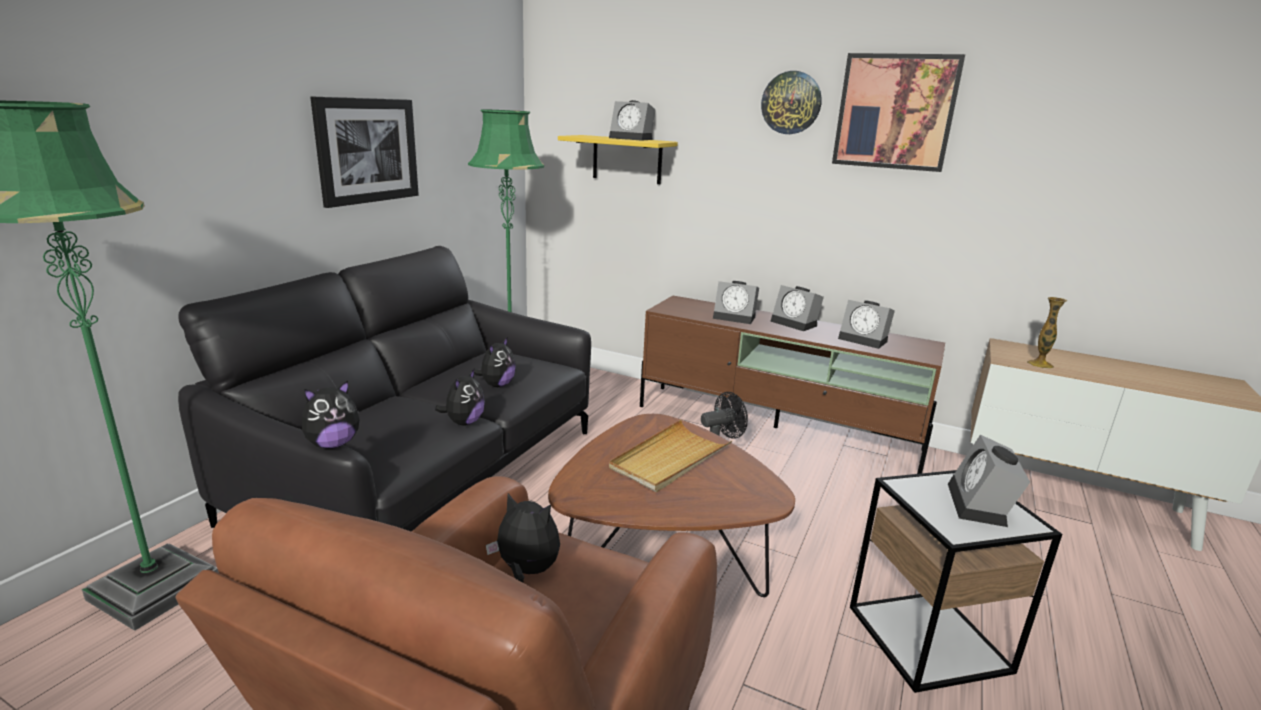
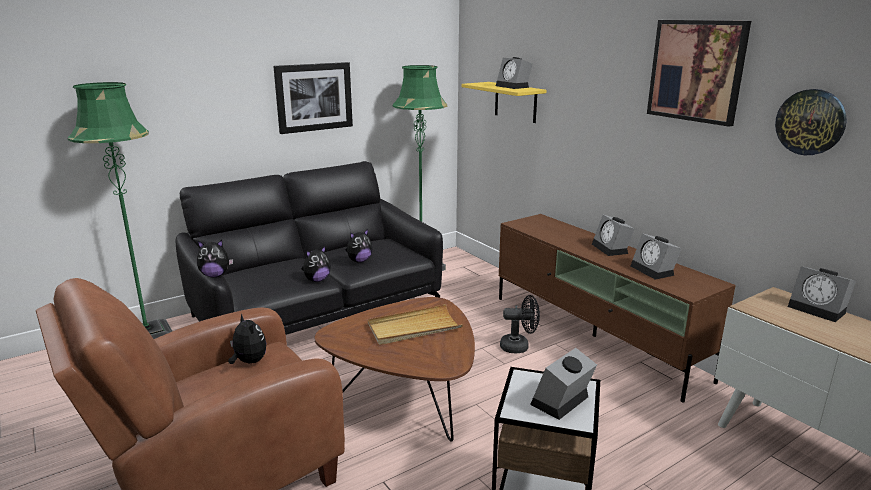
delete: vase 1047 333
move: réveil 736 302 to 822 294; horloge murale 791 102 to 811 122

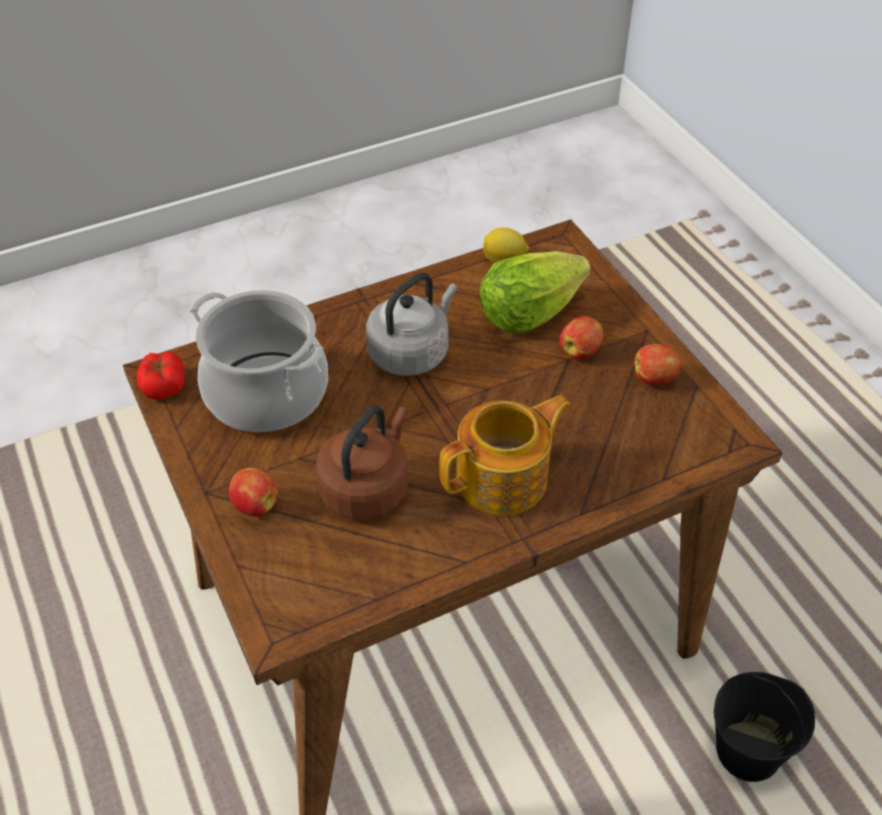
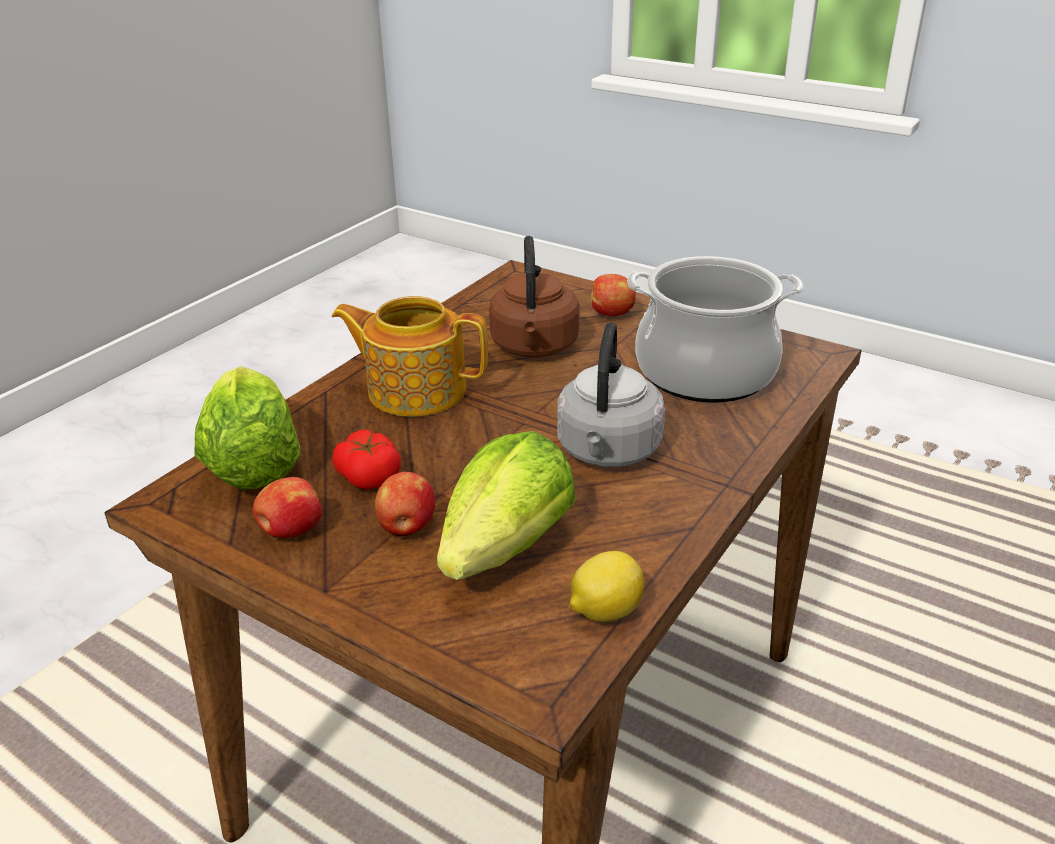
delete: seau [noir] 764 727
insert: laitue 247 427
move: tomate 161 376 to 366 459
rotate: théière 504 455 = 409 356 75 degrees clockwise

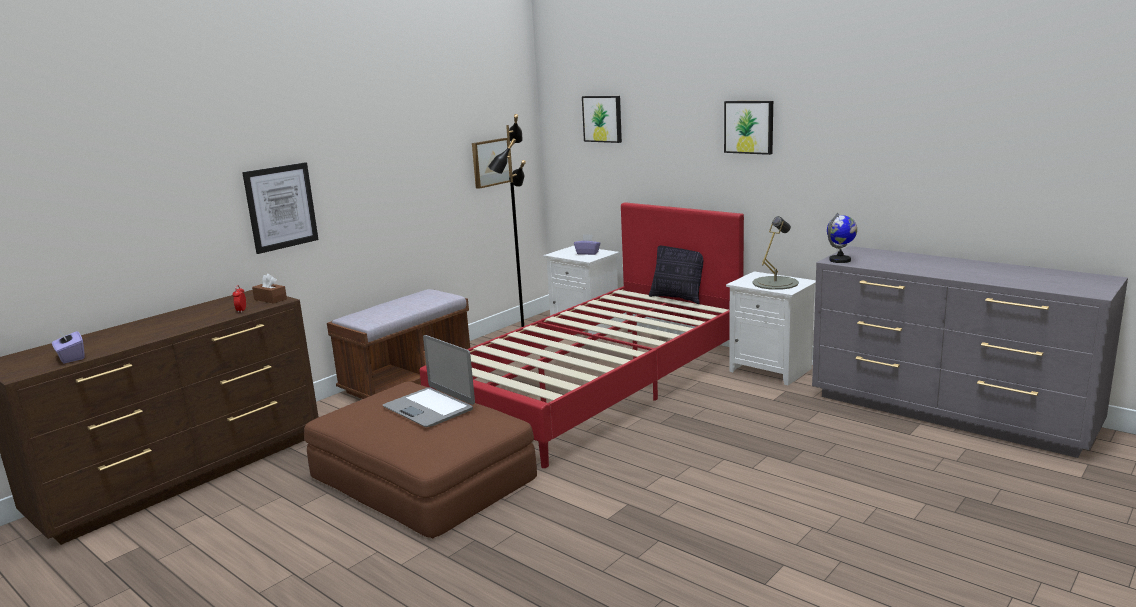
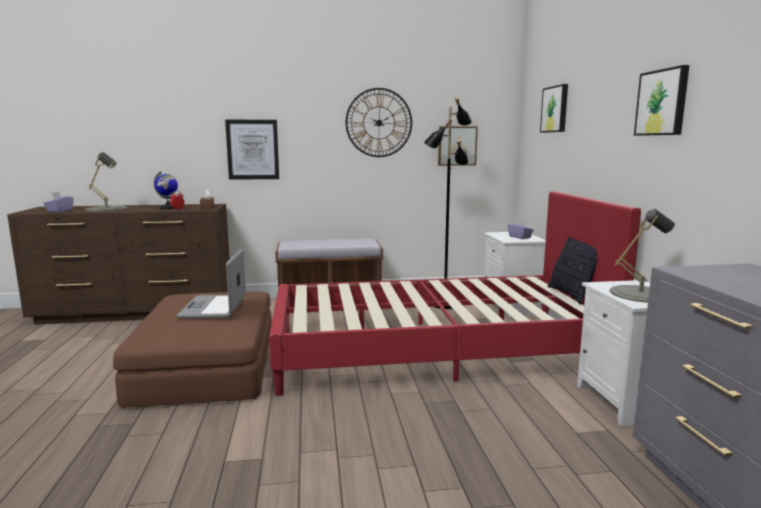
insert: lampe de table [gris] 106 182; horloge murale 379 122
move: globe 842 238 to 166 190

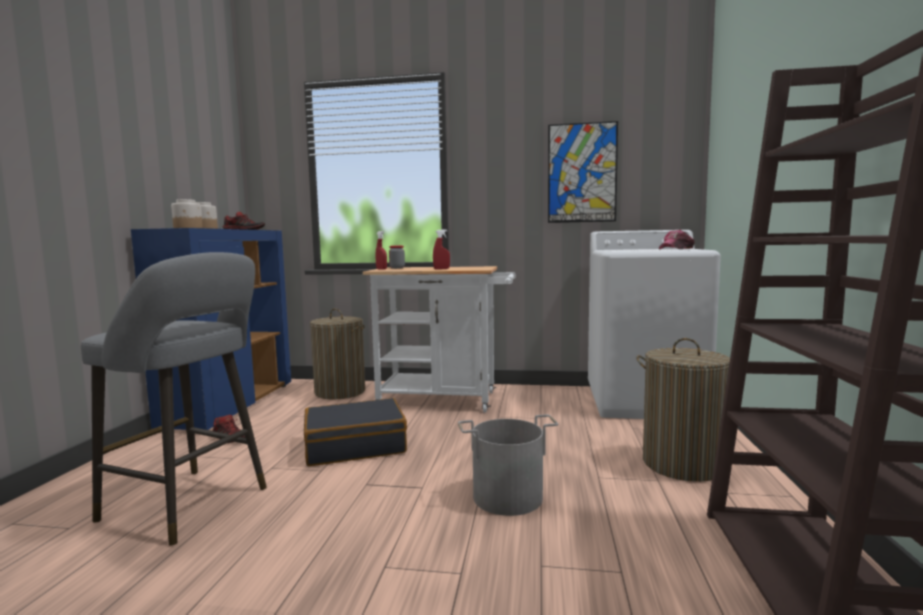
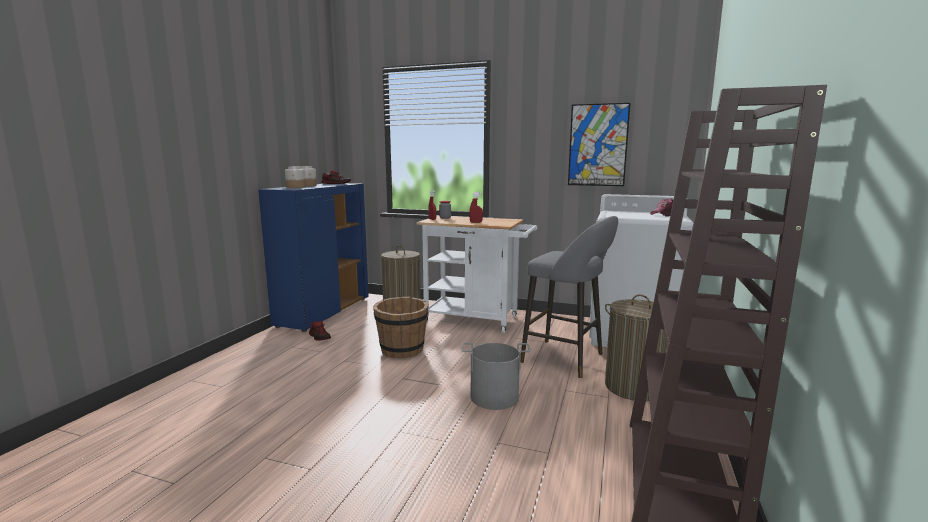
move: tabouret [gris] 174 399 to 569 297
replace: valise [noir] 355 432 to seau [marron] 401 327

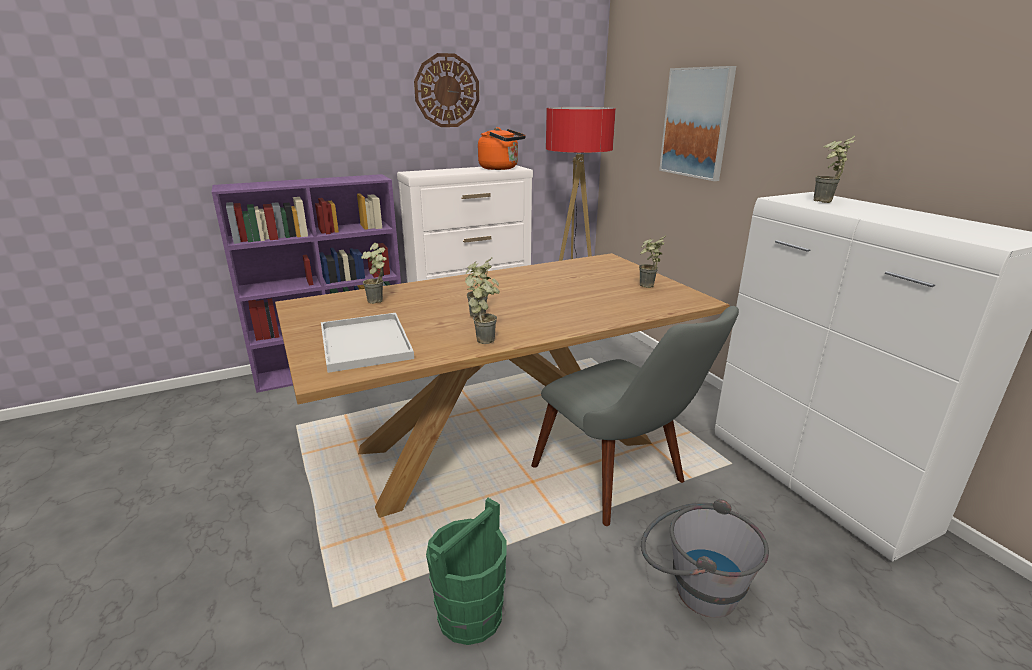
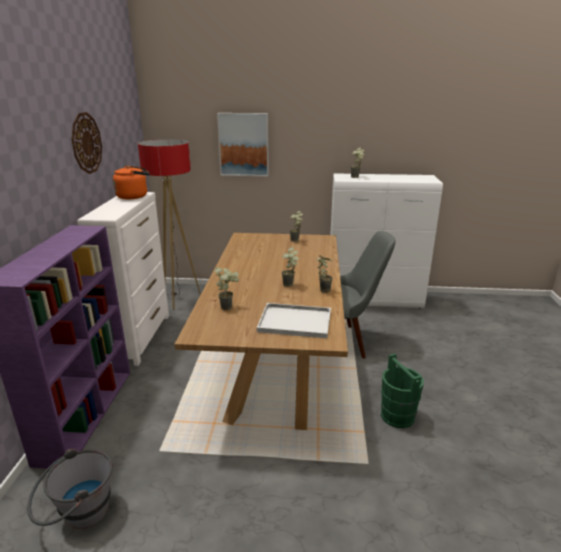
move: seau [gris] 705 558 to 70 489

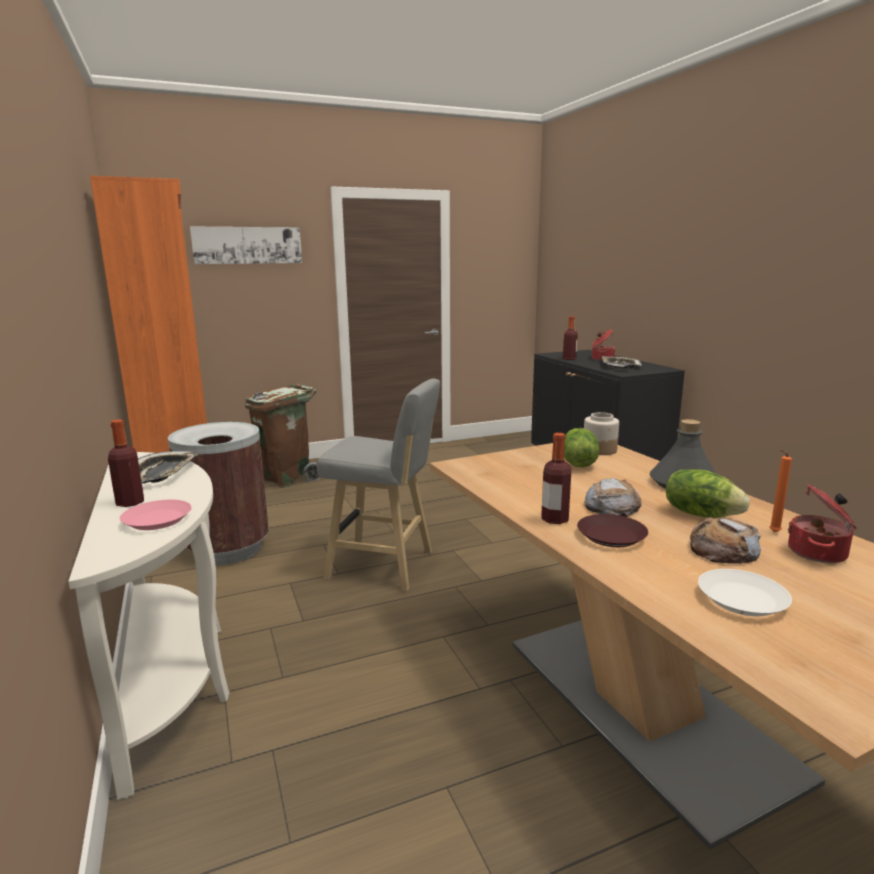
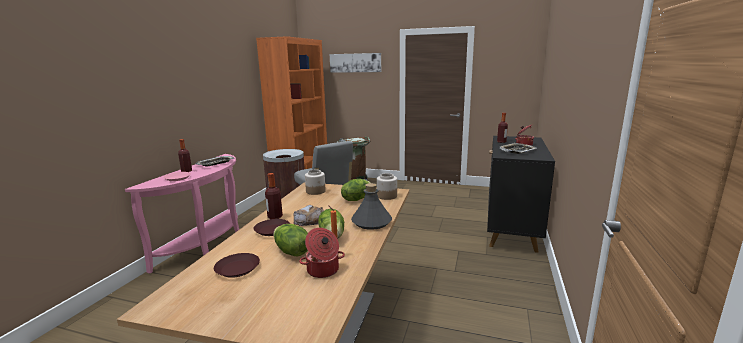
insert: bocal 315 182
replace: pain 725 540 to laitue 290 240
recolor: table console [blanc] 148 626 to table console [rose] 182 214; assiette [blanc] 745 592 to assiette [marron] 237 265

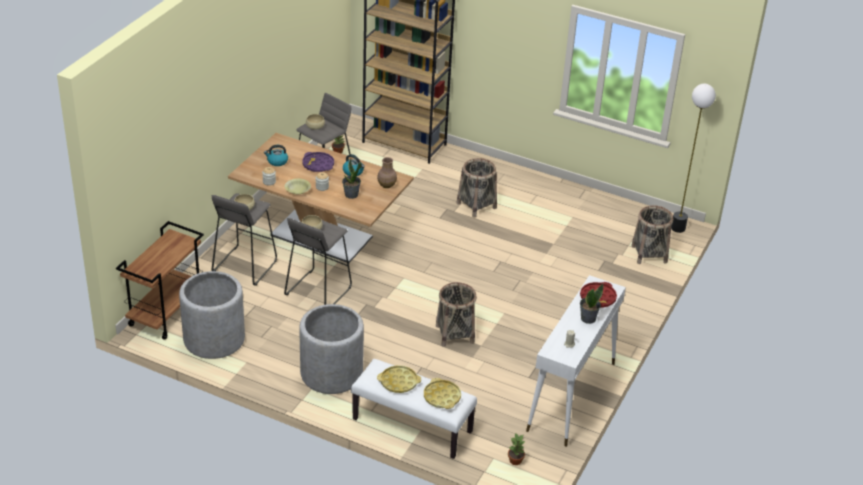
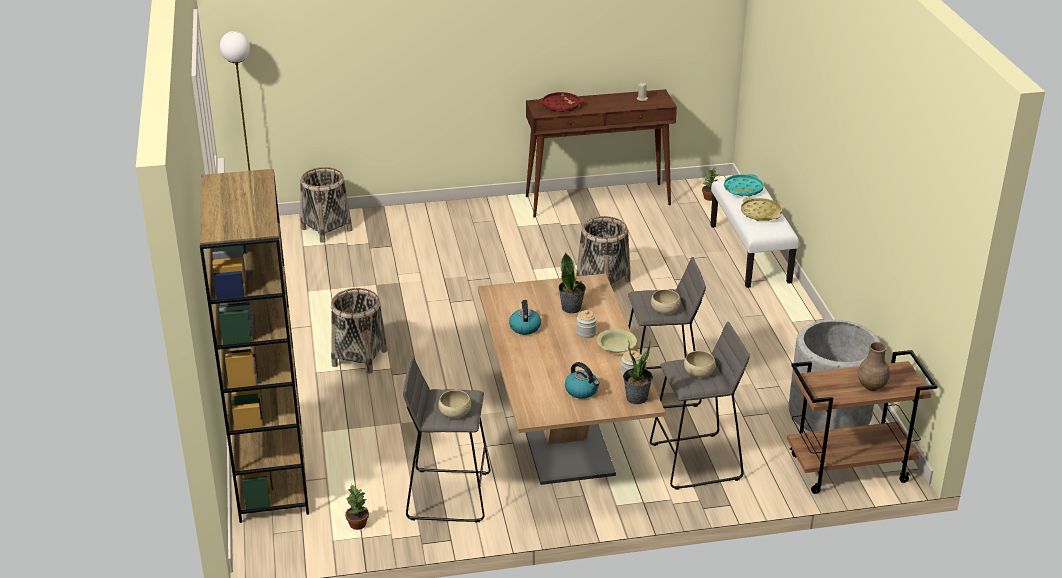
delete: cache-pot [gris] 331 349; plateau [violet] 318 162
move: vase [marron] 387 172 to 874 366; plante en pot 591 304 to 638 373
recolor: plateau [jaune] 442 393 to plateau [turquoise] 744 185; table console [blanc] 576 361 to table console [marron] 601 153

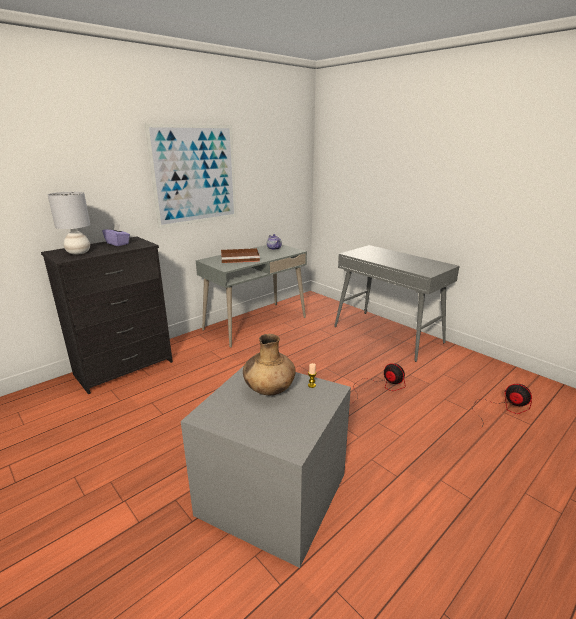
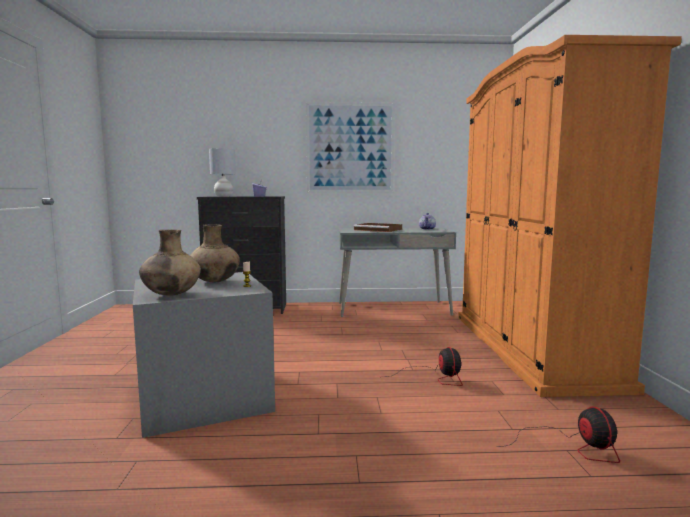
insert: vase [marron] 170 263
replace: table console [gris] 397 303 to armoire [orange] 570 216

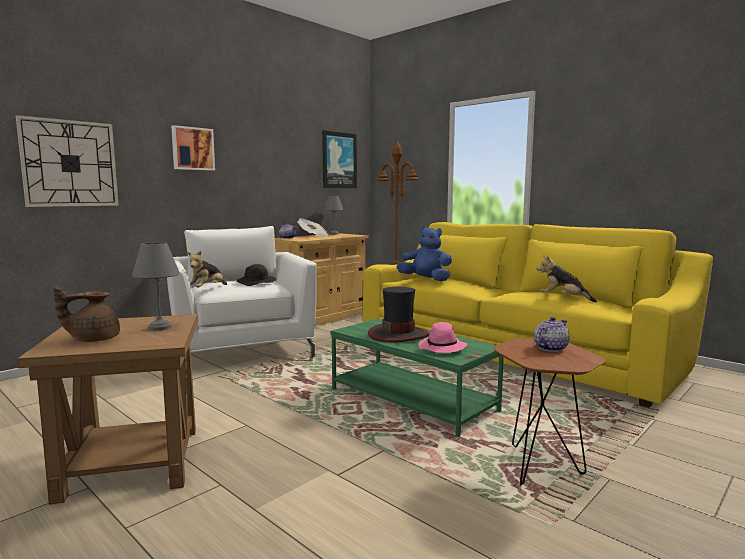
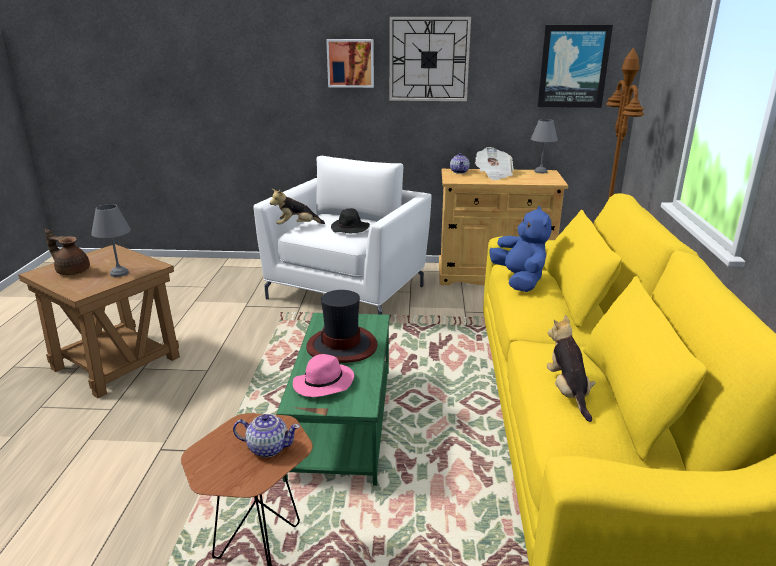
move: horloge murale 67 161 to 430 59

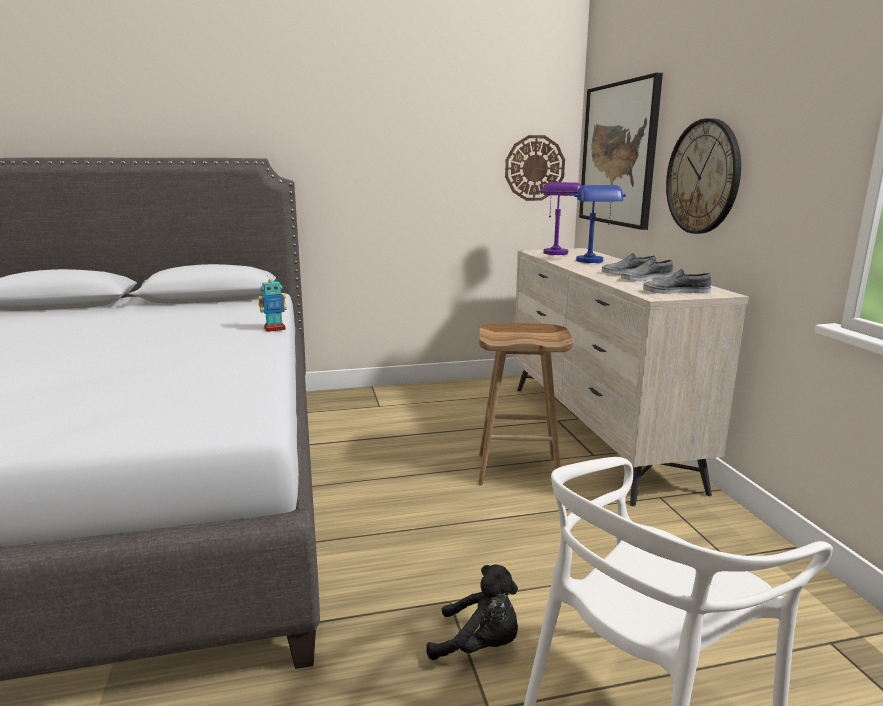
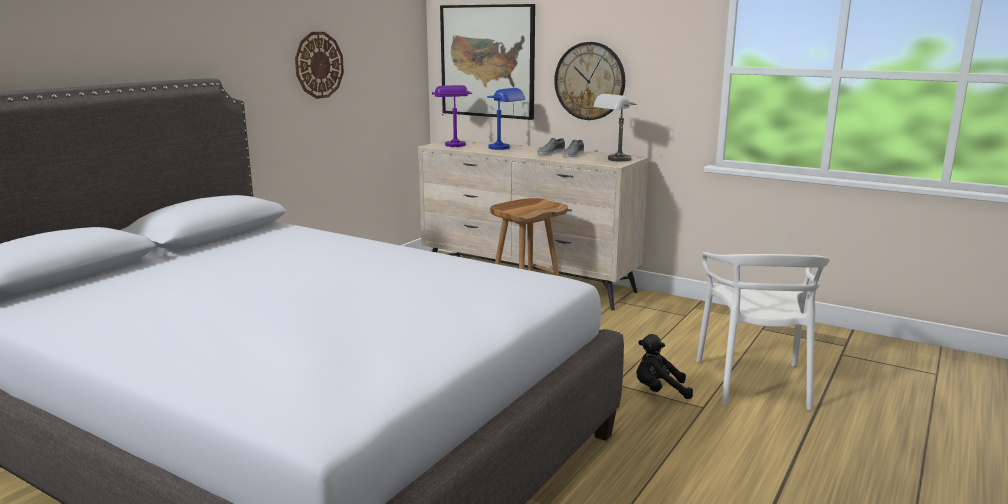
delete: robot jouet 272 302
move: horloge murale 535 168 to 319 65
replace: chaussure [gris] 677 281 to lampe de table [gris] 615 128
rotate: peluche [noir] 472 612 = 664 366 150 degrees counterclockwise

